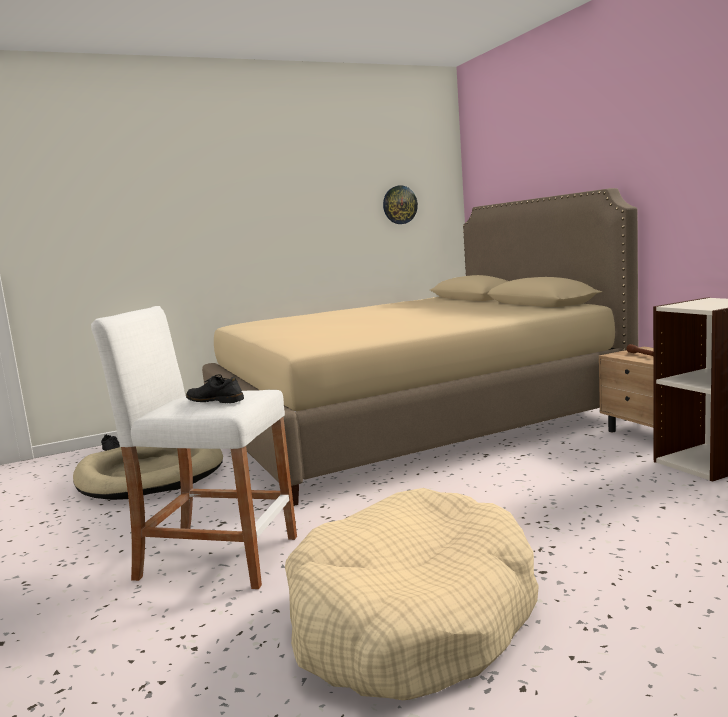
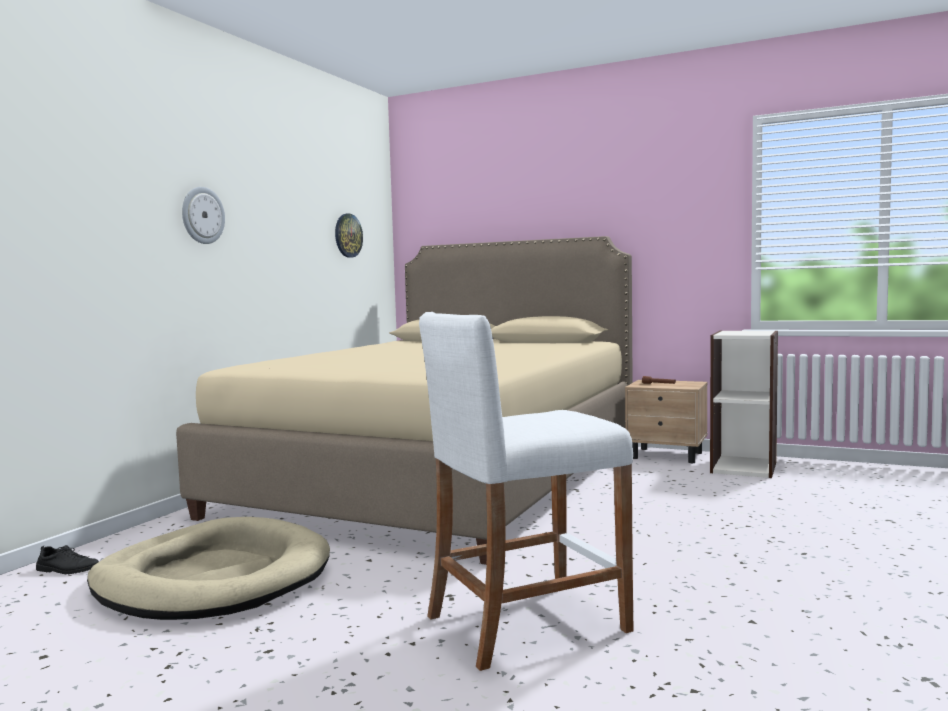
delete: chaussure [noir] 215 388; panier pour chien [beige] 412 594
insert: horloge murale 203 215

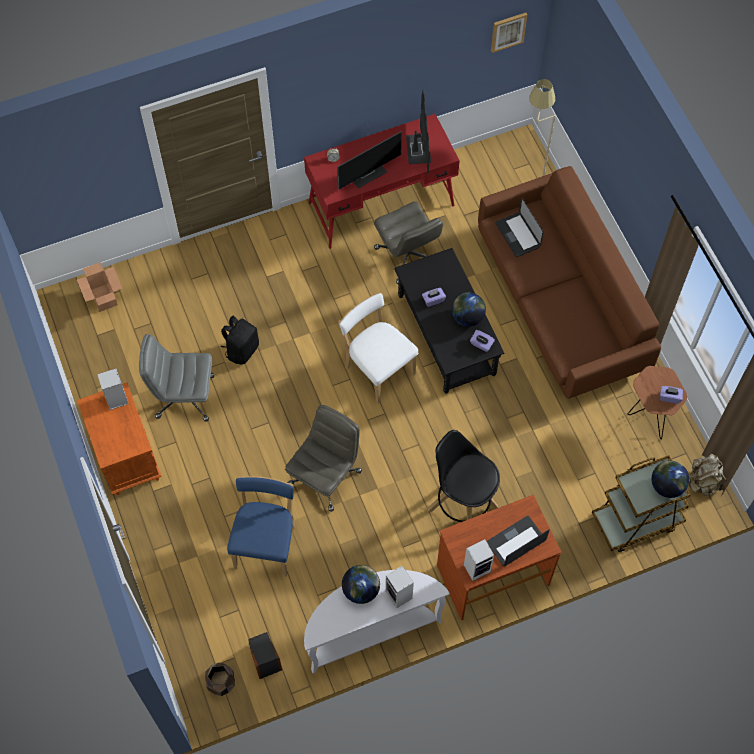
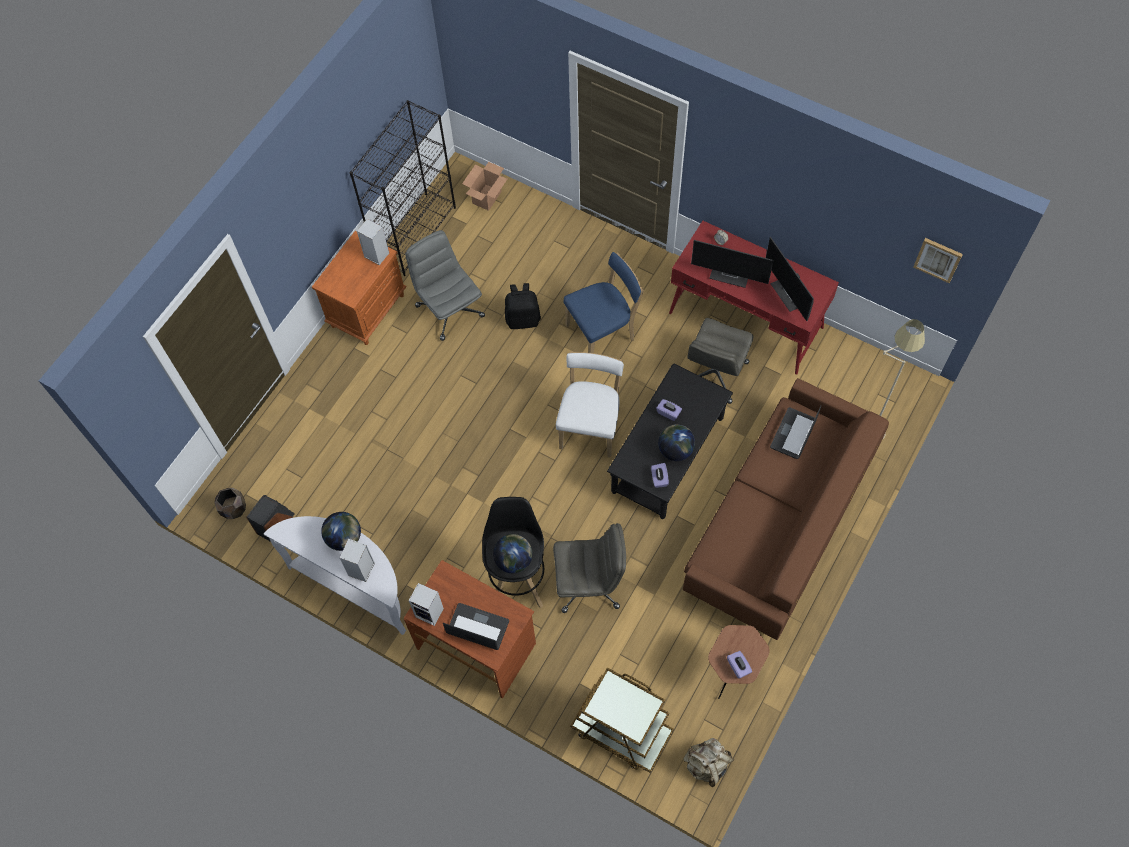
insert: bibliothèque [noir] 403 188
move: chaise [bleu] 261 526 to 603 302; chaise de bureau [gris] 323 458 to 589 568; globe 670 479 to 512 553
rotate: écran d'ordinateur 418 131 = 790 279 105 degrees clockwise

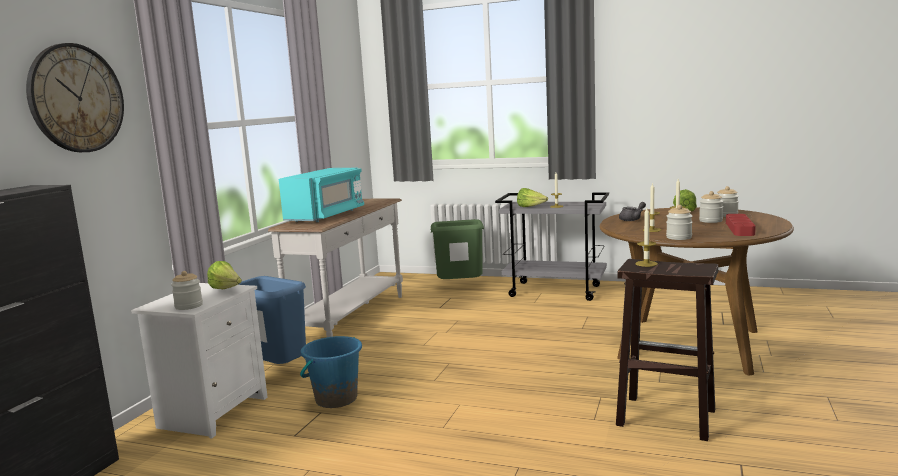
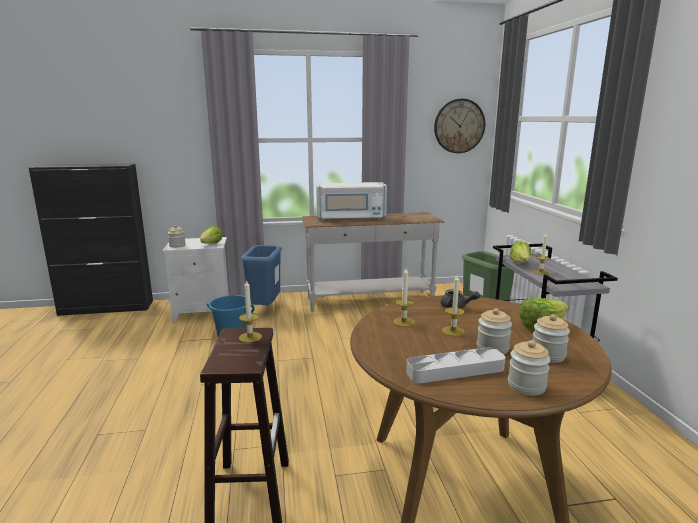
move: horloge murale 75 97 to 459 126; bocal 679 222 to 529 368
recolor: micro-ondes [turquoise] 321 195 to micro-ondes [blanc] 351 201; plateau [rouge] 741 225 to plateau [gris] 455 365

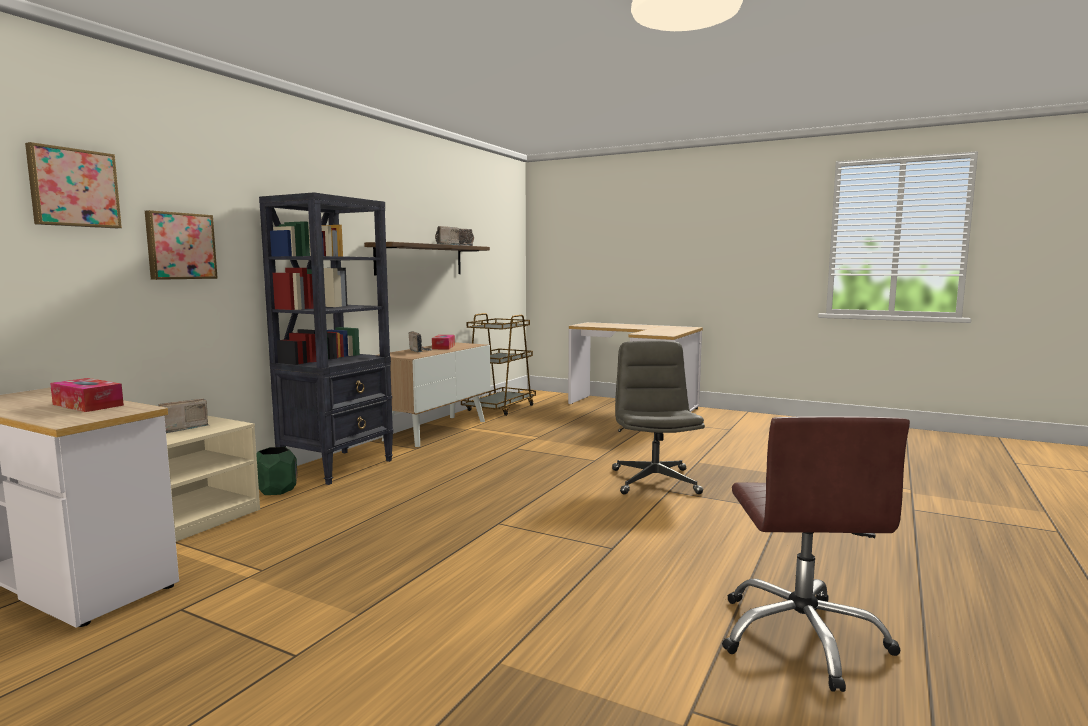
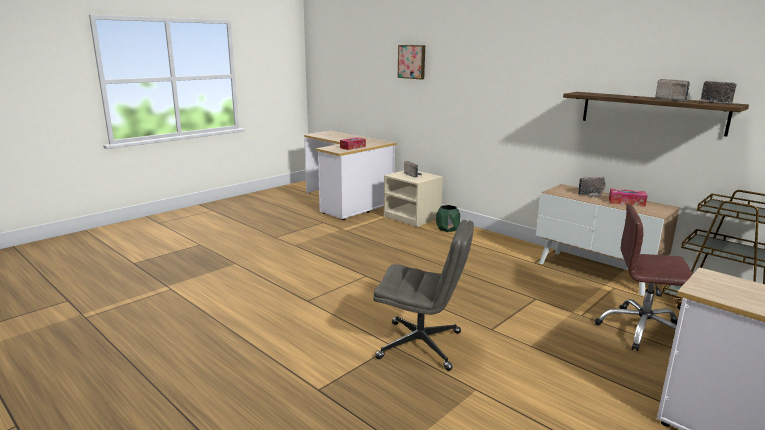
delete: tableau 181 245; bibliothèque [noir] 326 338
move: chaise de bureau [marron] 816 554 to 644 277

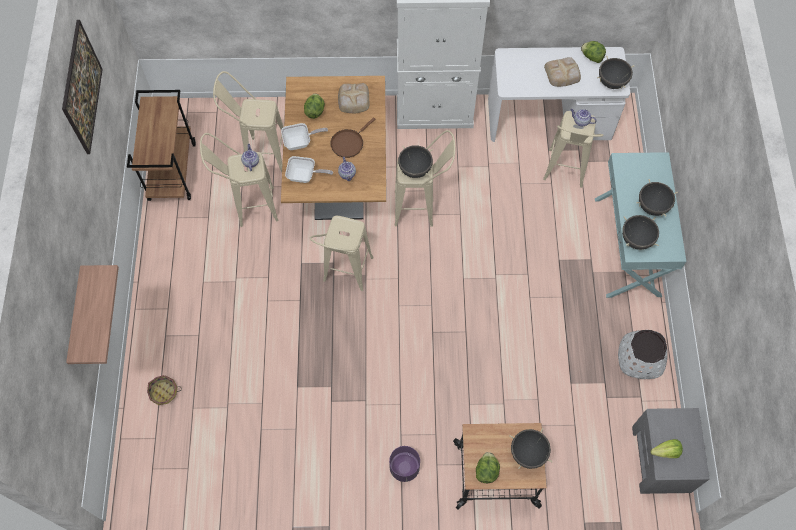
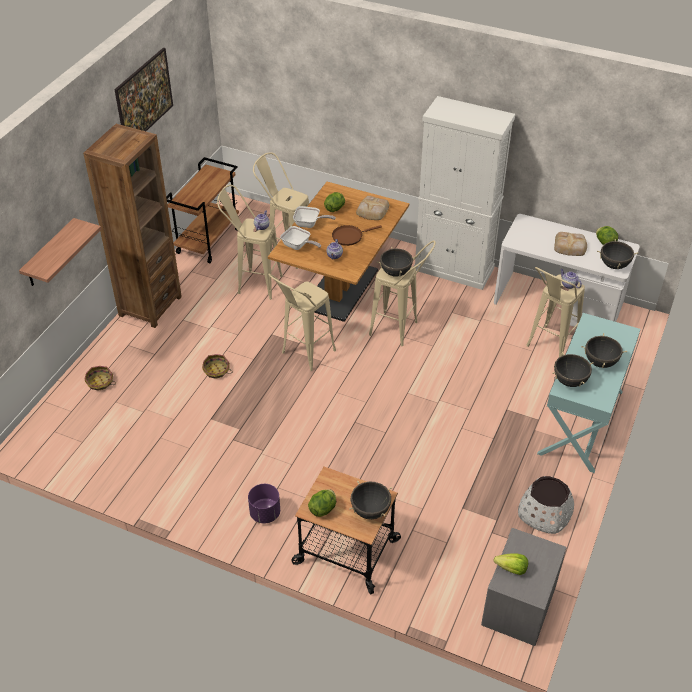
insert: bibliothèque [marron] 132 226; panier 217 366

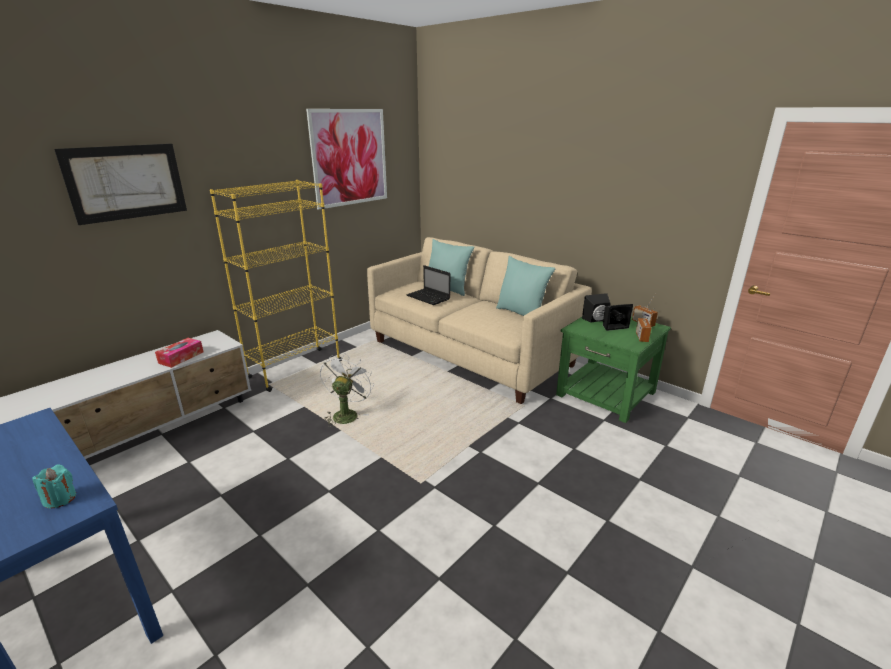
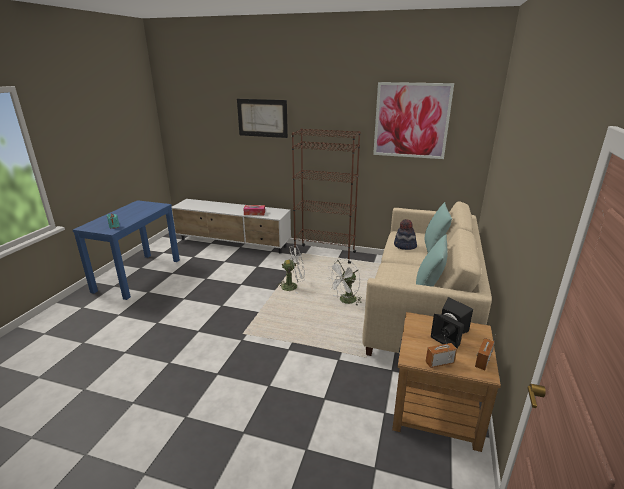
insert: ventilateur [blanc] 345 282
replace: ordinateur portable 428 285 to chapeau 405 234
recolor: bibliothèque [jaune] 276 286 to bibliothèque [marron] 326 196; table d'appoint [vert] 613 370 to table d'appoint [marron] 446 382

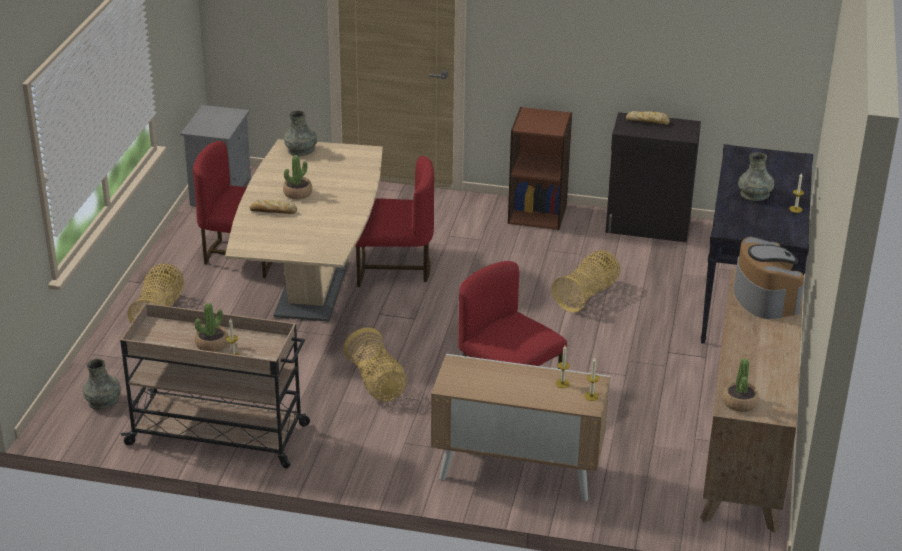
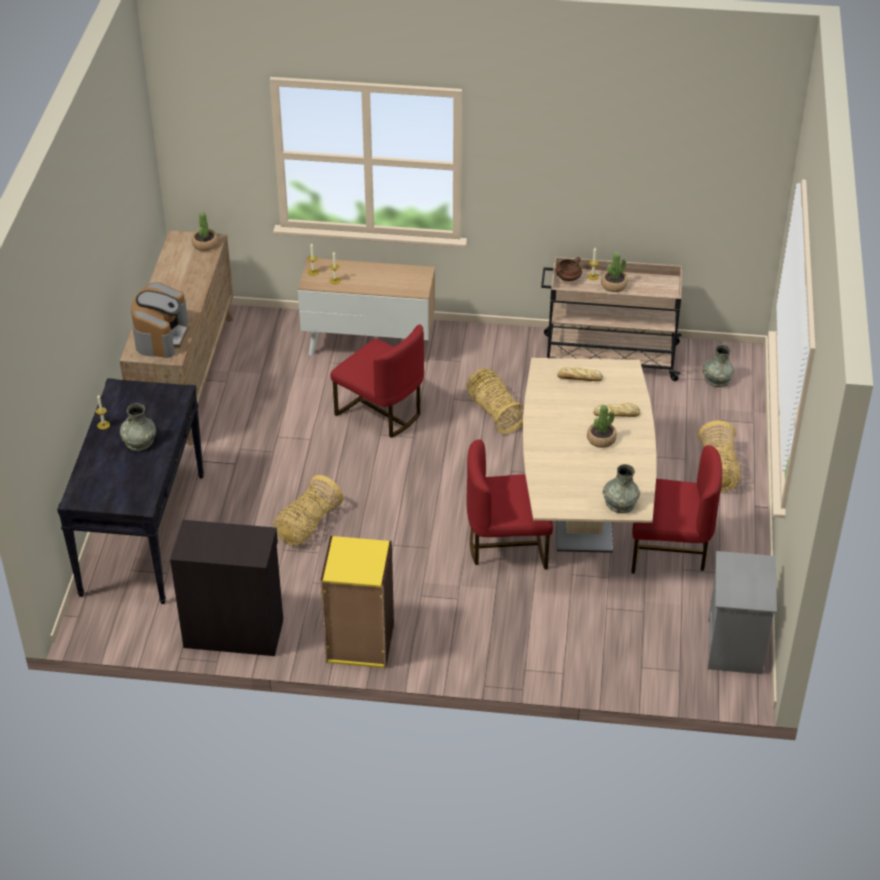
insert: marmite [marron] 569 269
move: pain 648 118 to 580 374
recolor: bibliothèque [marron] 540 168 to bibliothèque [jaune] 357 602
rotate: machine à café 769 277 = 159 320 150 degrees counterclockwise

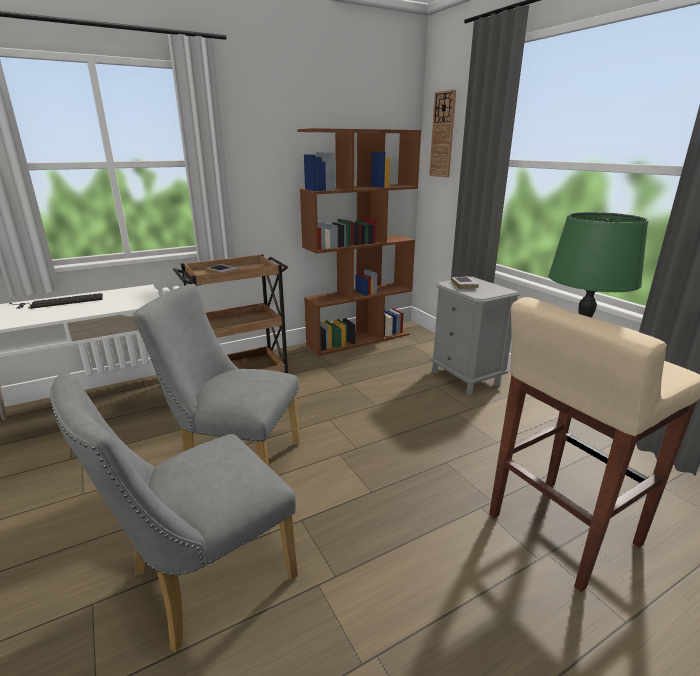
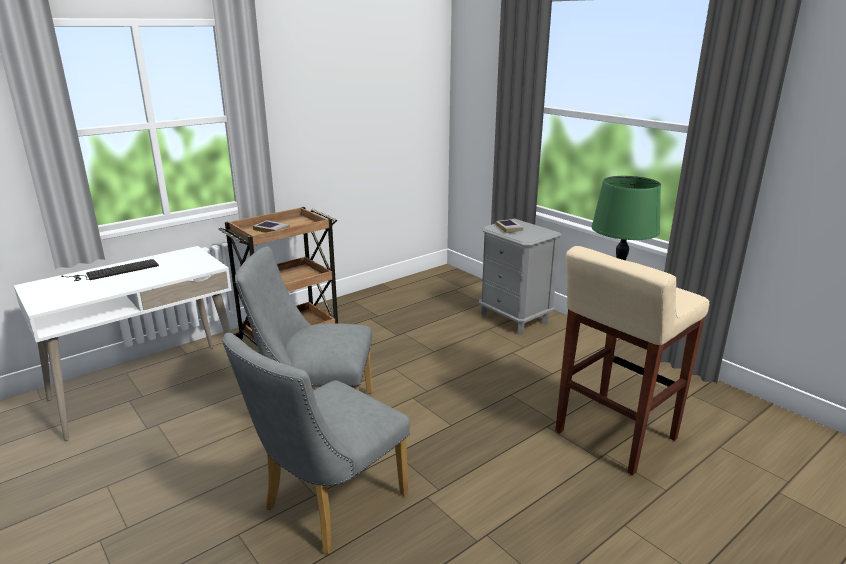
delete: bibliothèque [marron] 359 242; horloge murale 442 133

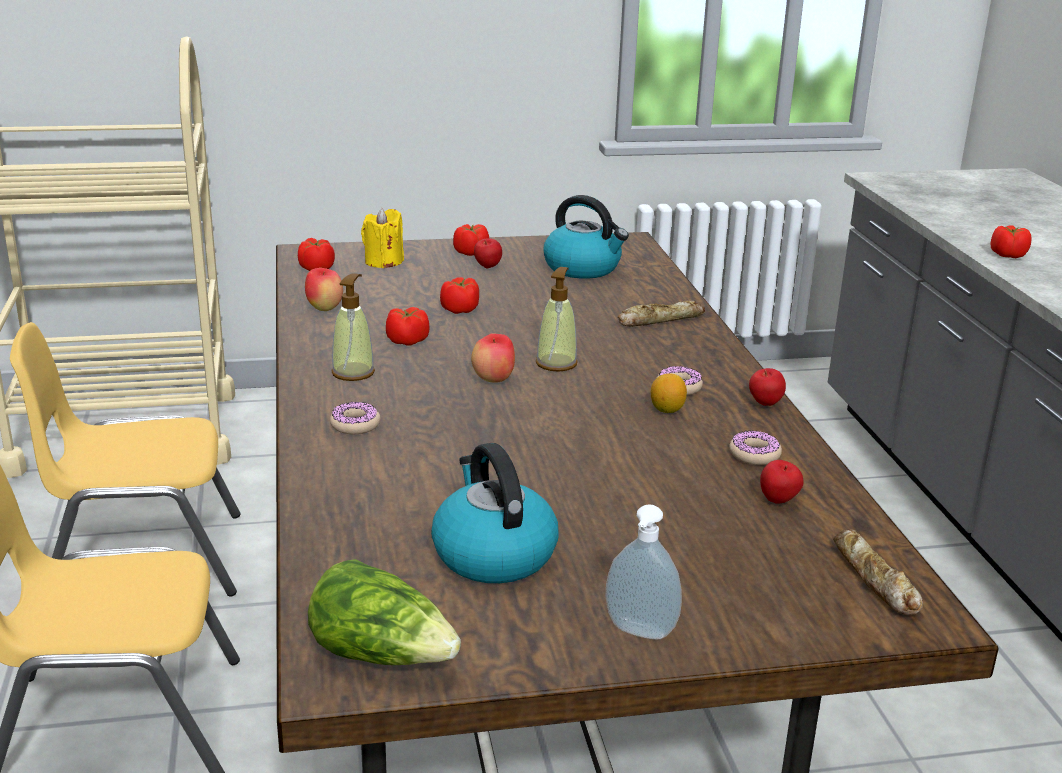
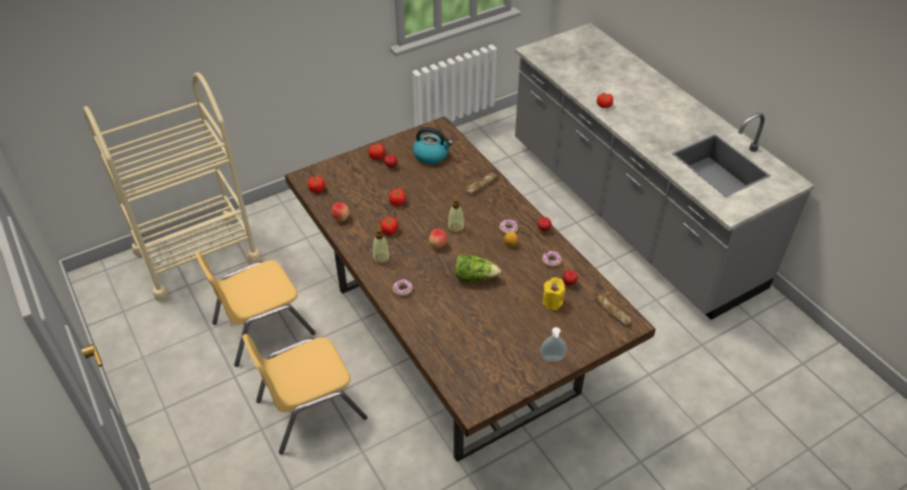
delete: bouilloire 495 513
move: laitue 384 612 to 478 268; bougie [jaune] 382 238 to 554 293

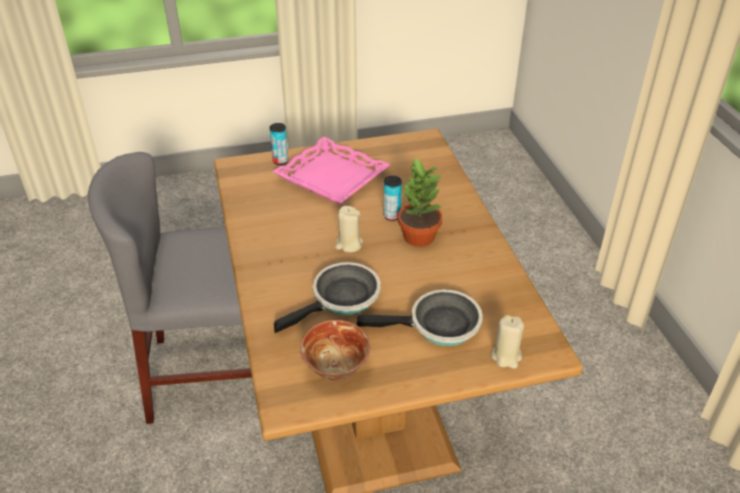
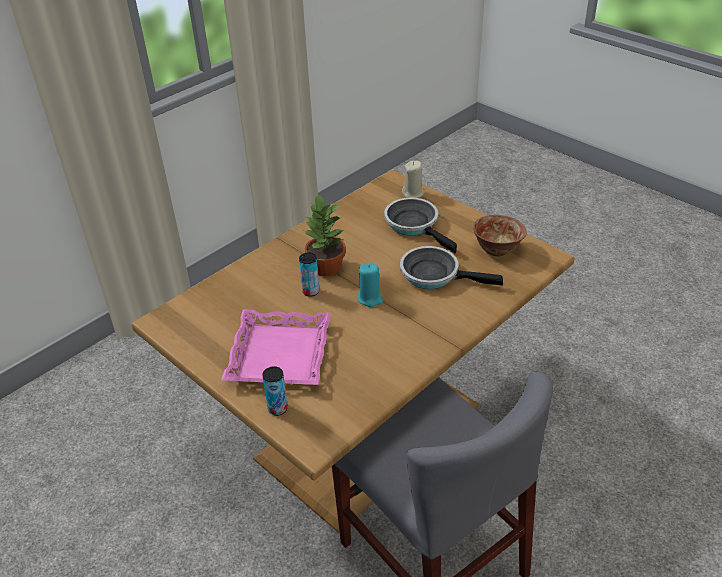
recolor: bougie [beige] 349 229 to bougie [turquoise] 370 284

